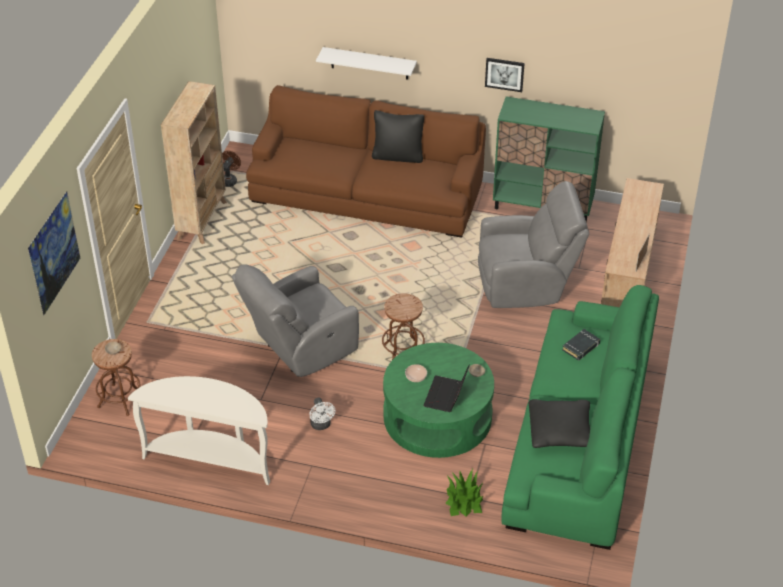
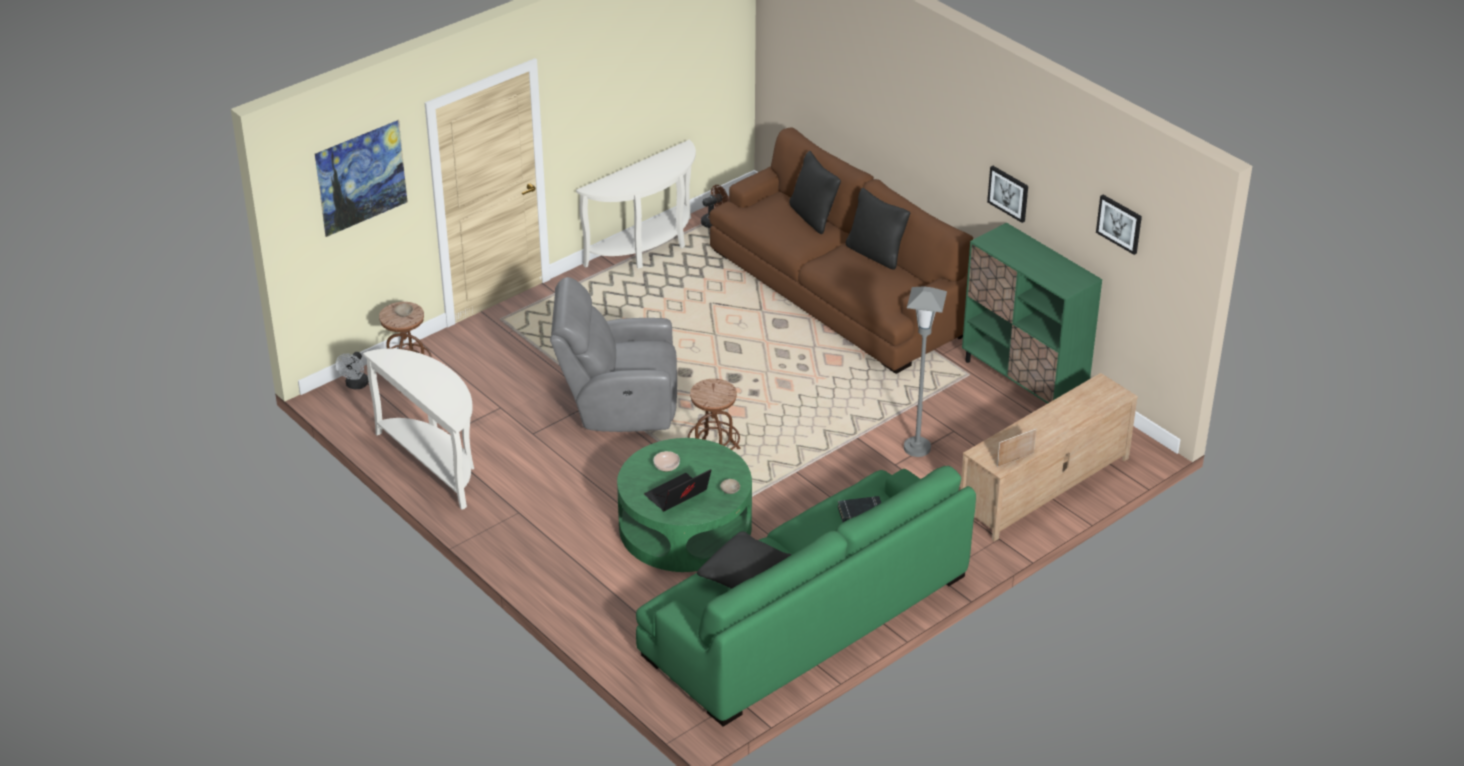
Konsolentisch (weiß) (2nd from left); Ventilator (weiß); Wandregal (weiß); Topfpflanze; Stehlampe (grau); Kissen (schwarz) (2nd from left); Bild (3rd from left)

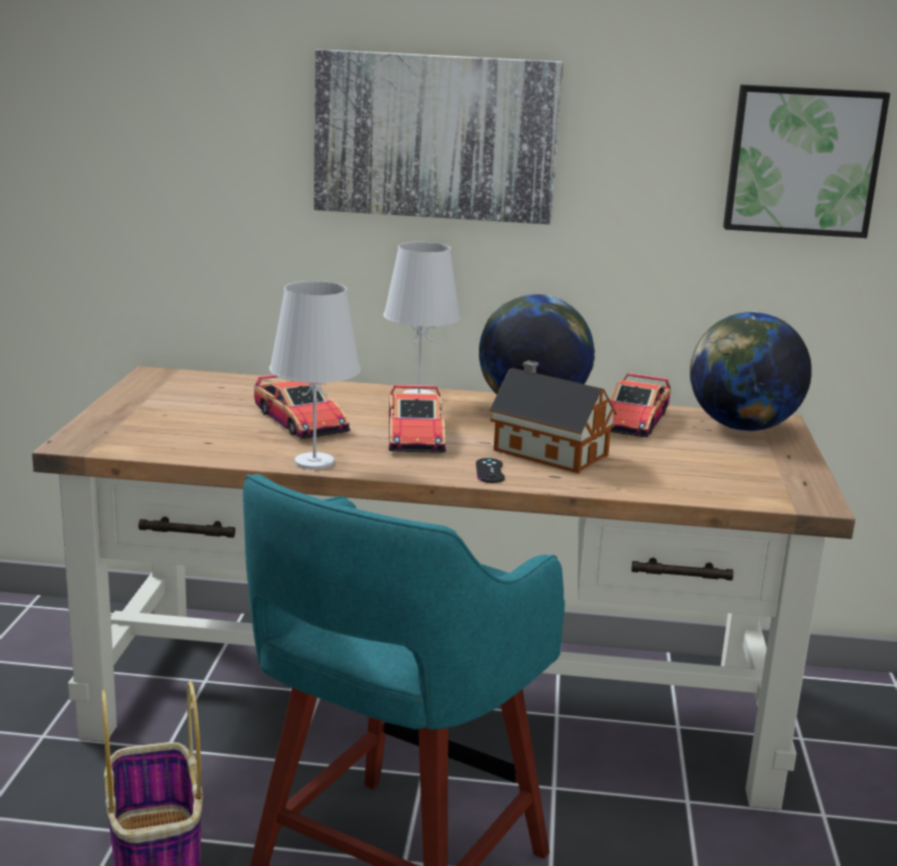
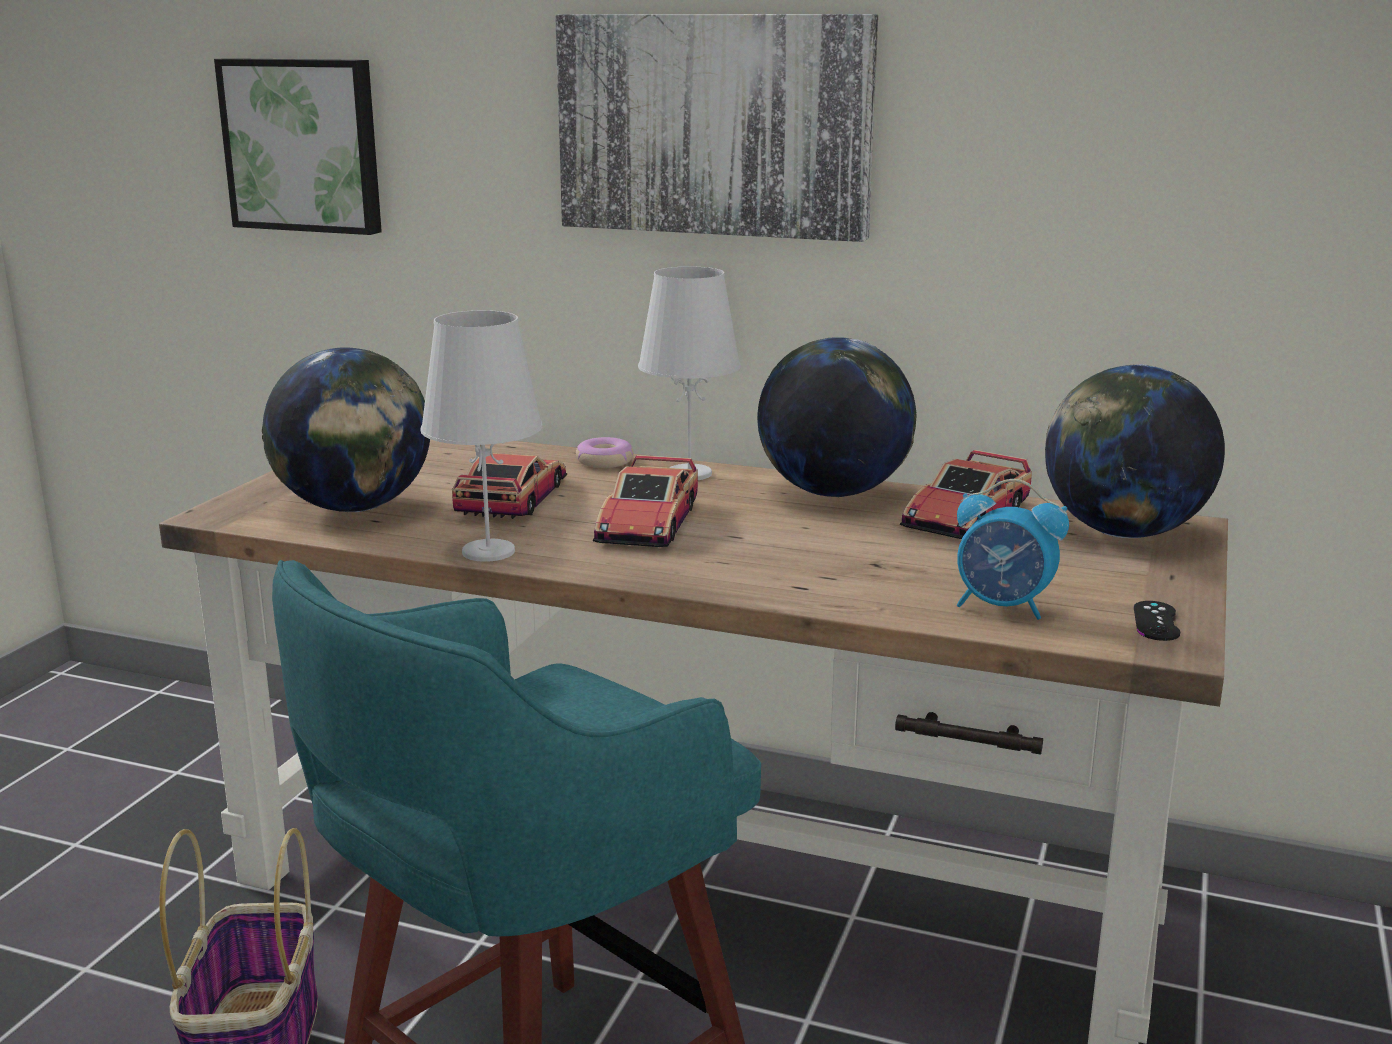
Spielzeugauto (1st from left); Gamepad (schwarz); Spielzeughaus; Bild (1st from left); Globus (1st from left); Donut; Wecker

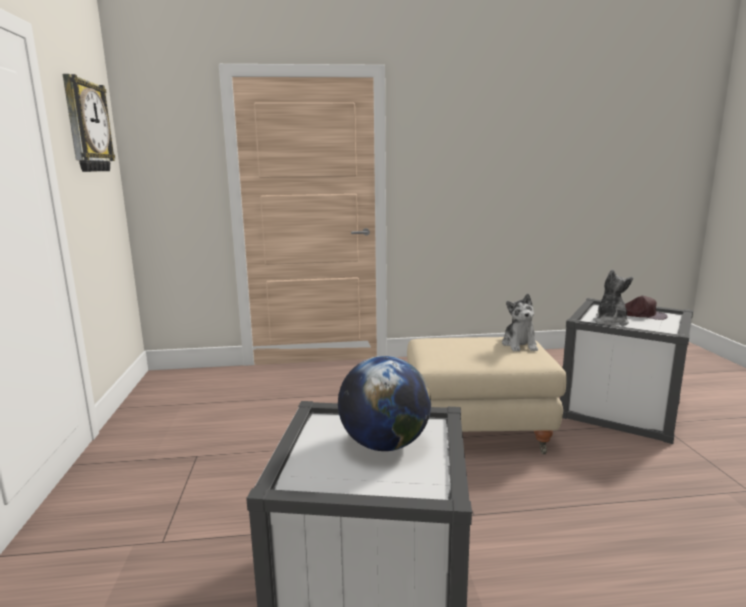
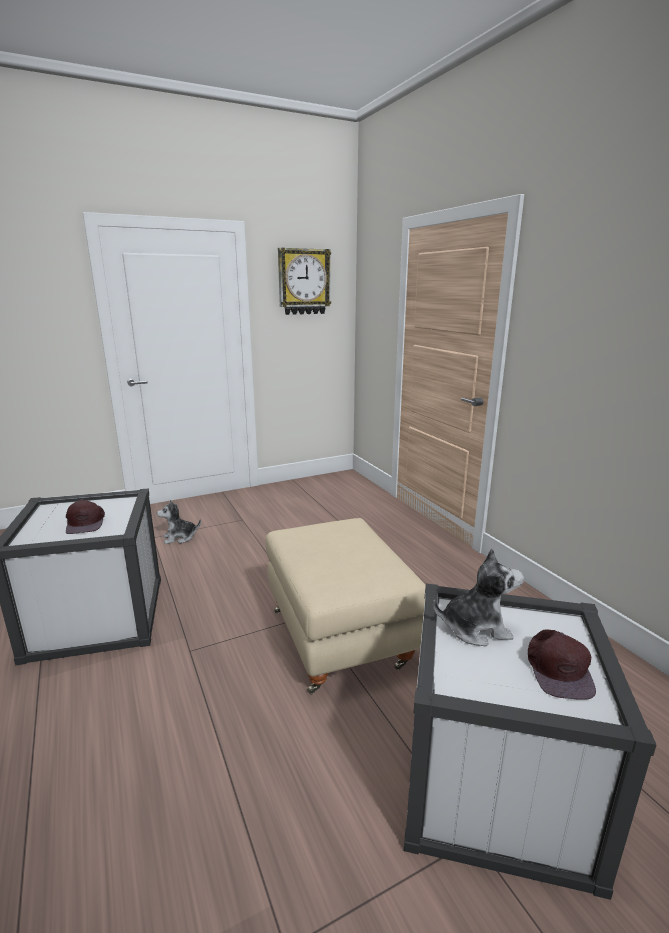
Kappe (braun) (1st from left); Plüschtier (1st from left)

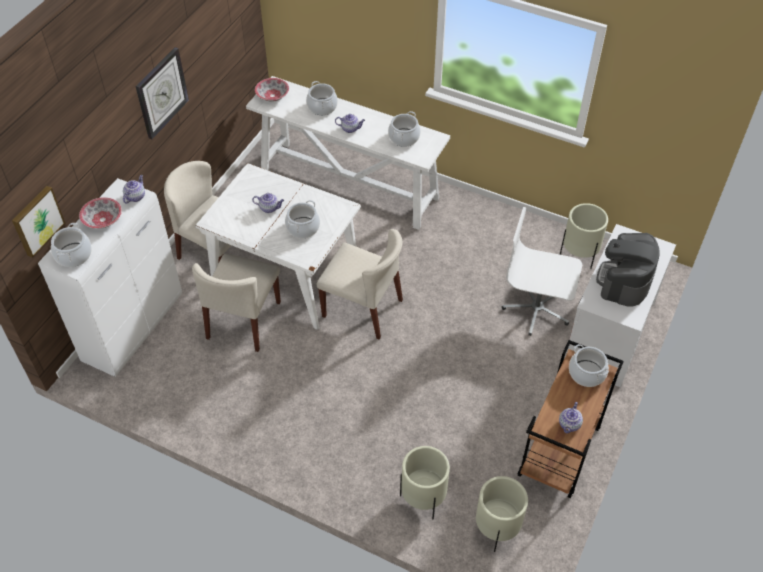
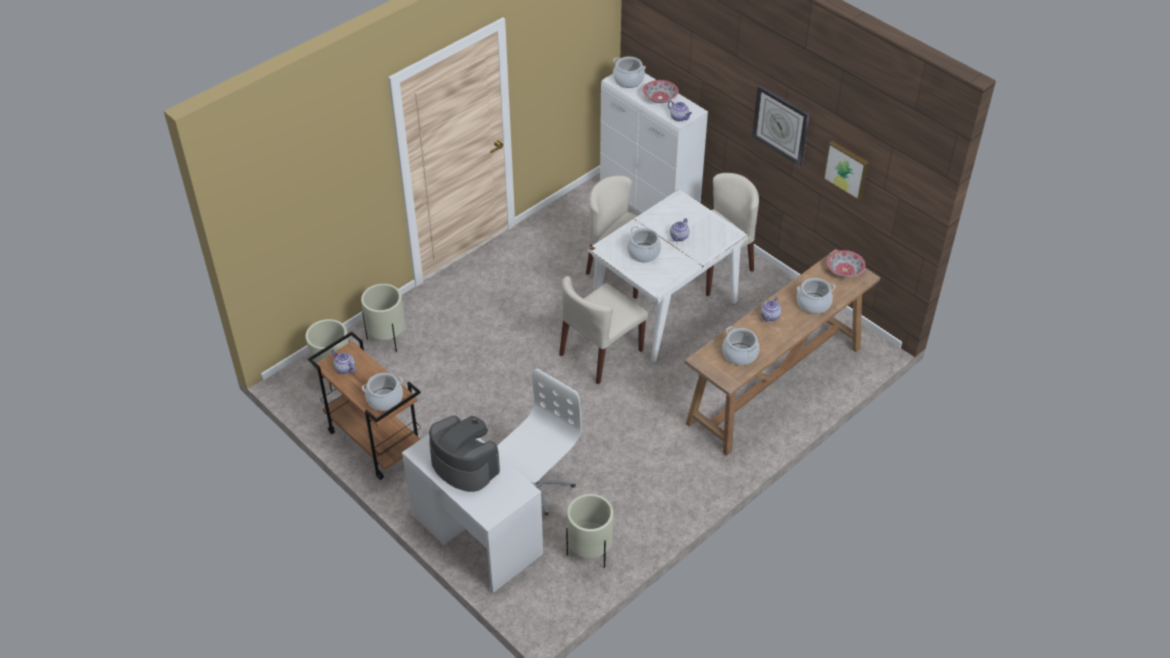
Bild; Konsolentisch (braun)

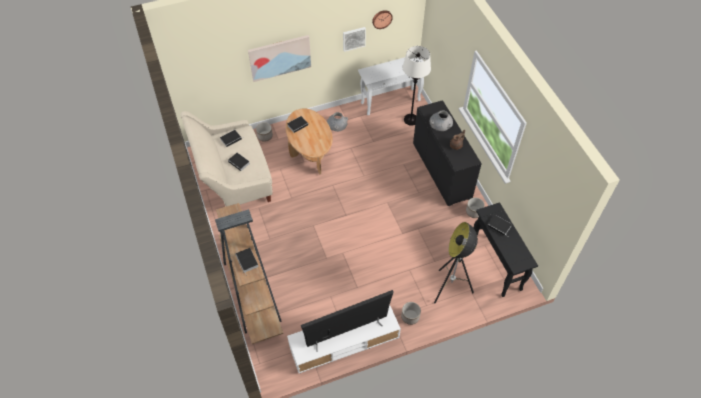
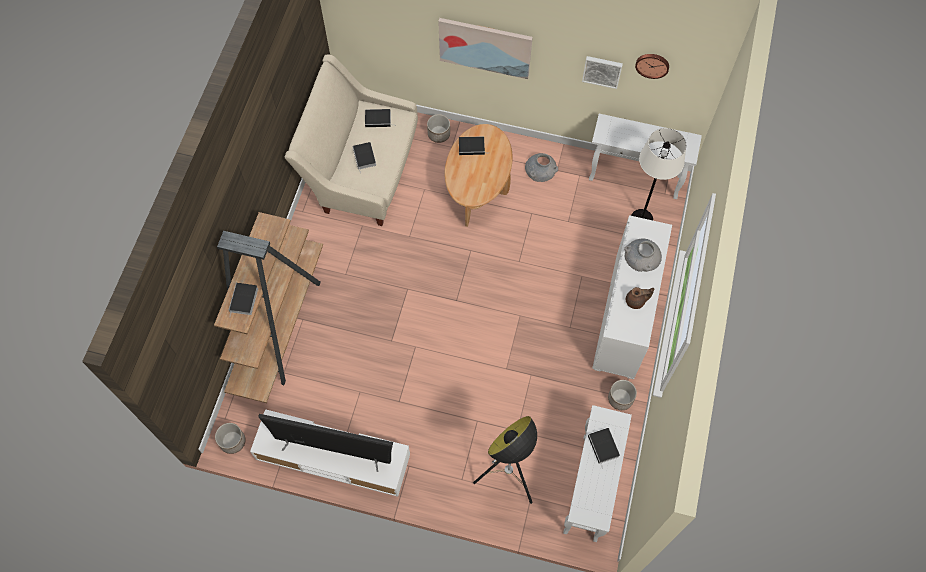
Pflanzkübel (1st from left); Schrank (weiß); Konsolentisch (weiß) (1st from left)

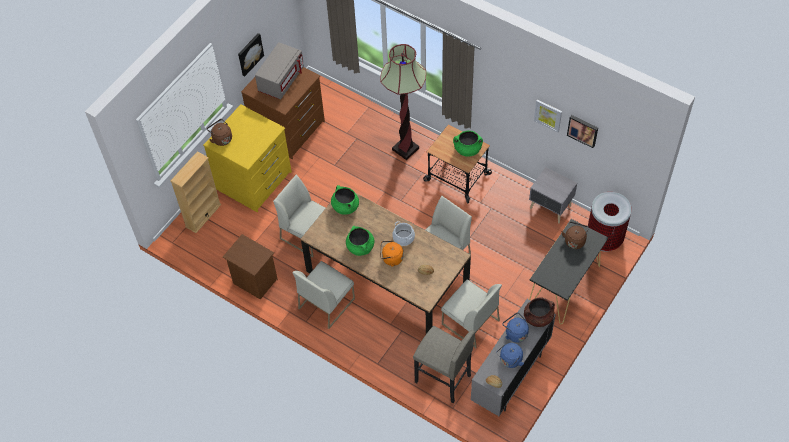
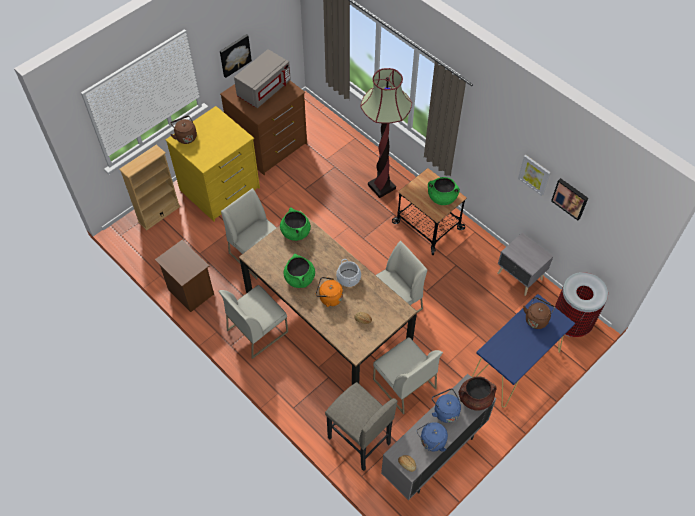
Konsolentisch (blau)

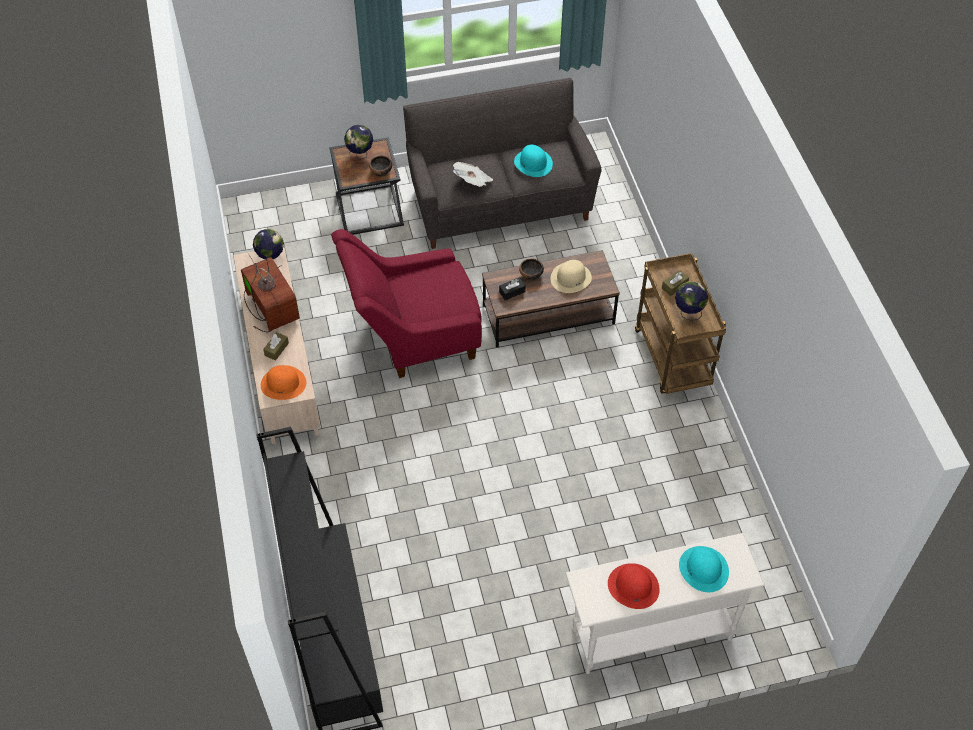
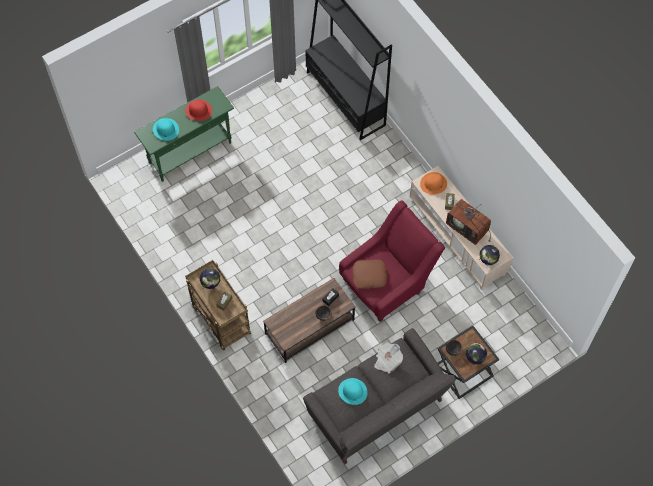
Hut (beige); Konsolentisch (grün); Kissen (braun)

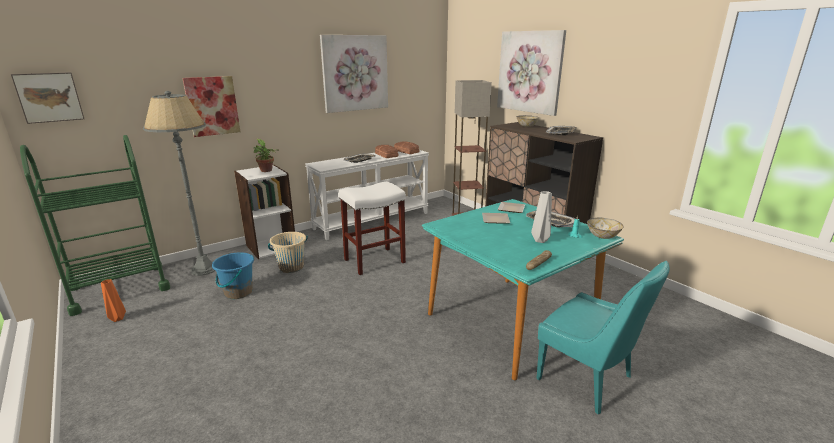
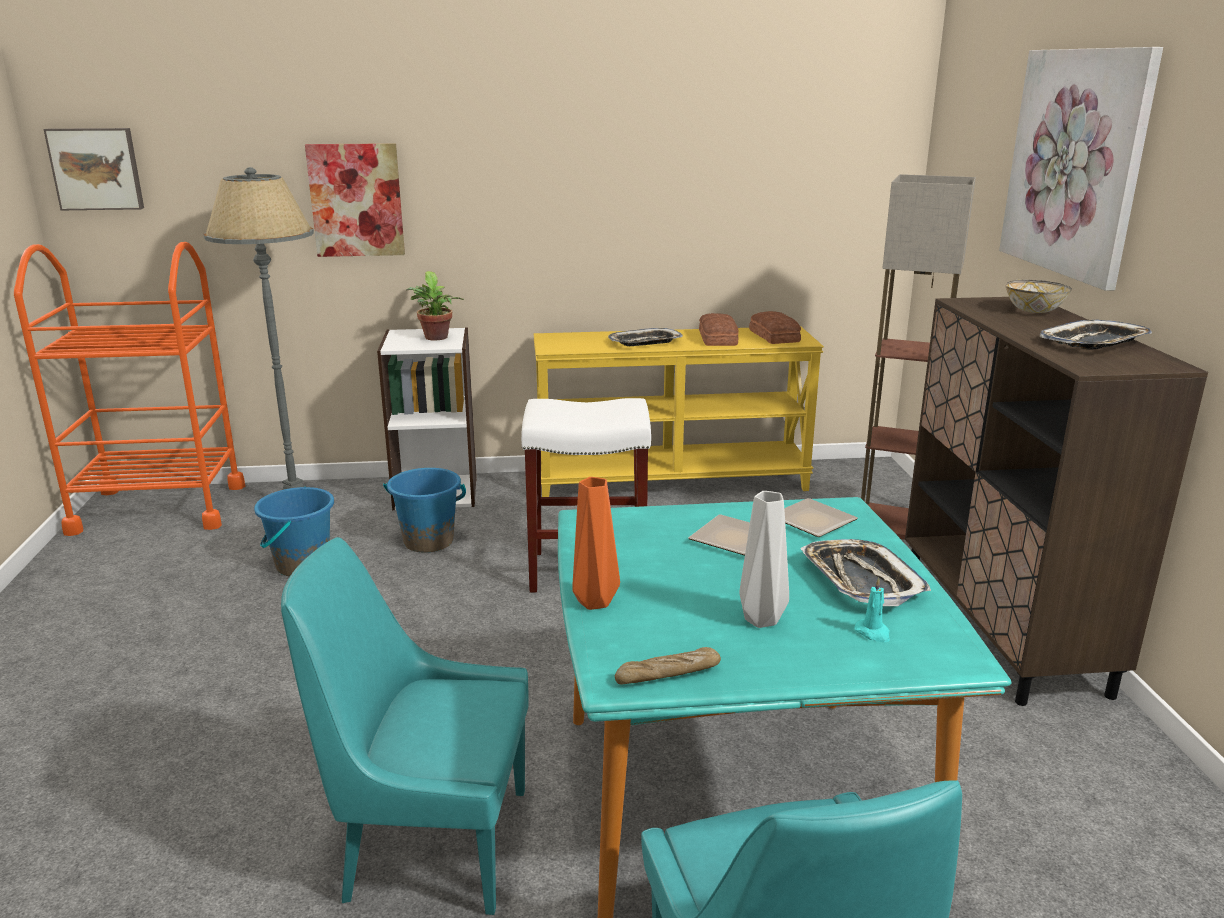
Rollwagen (orange); Vase (orange); Eimer (blau) (2nd from left); Konsolentisch (gelb); Bild (3rd from left in the first image); Schüssel (2nd from left in the first image); Stuhl (türkis) (1st from left)

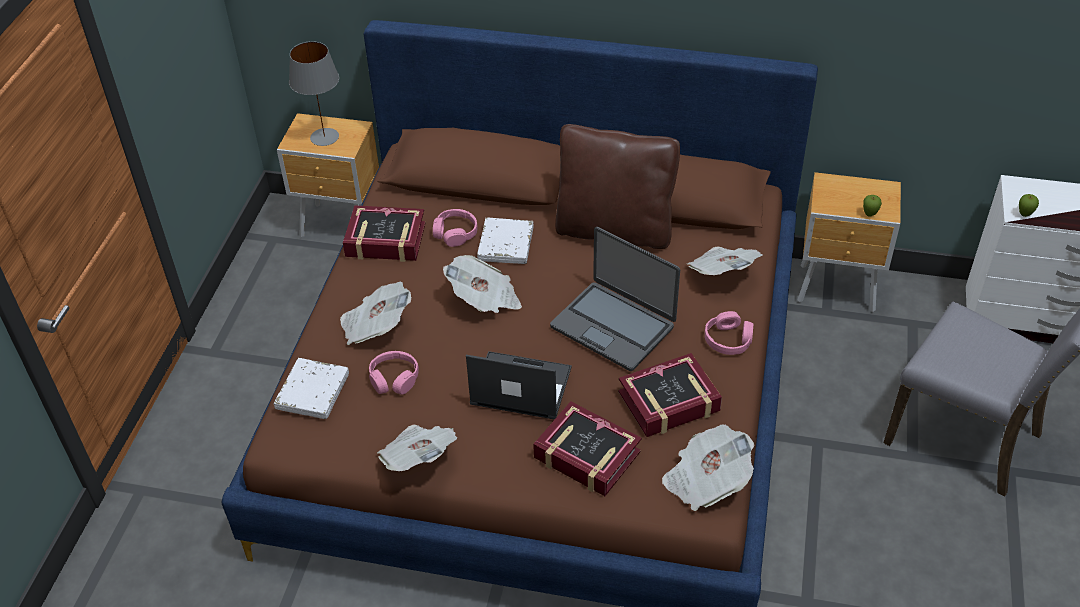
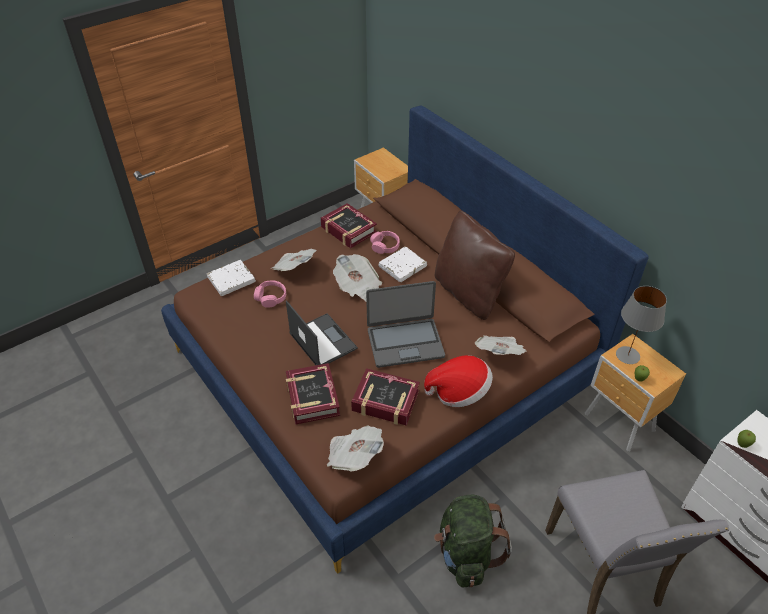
Tischlampe (grau); Zeitung (2nd from left in the first image); Laptop (2nd from left); Hut; Rucksack (grün)

